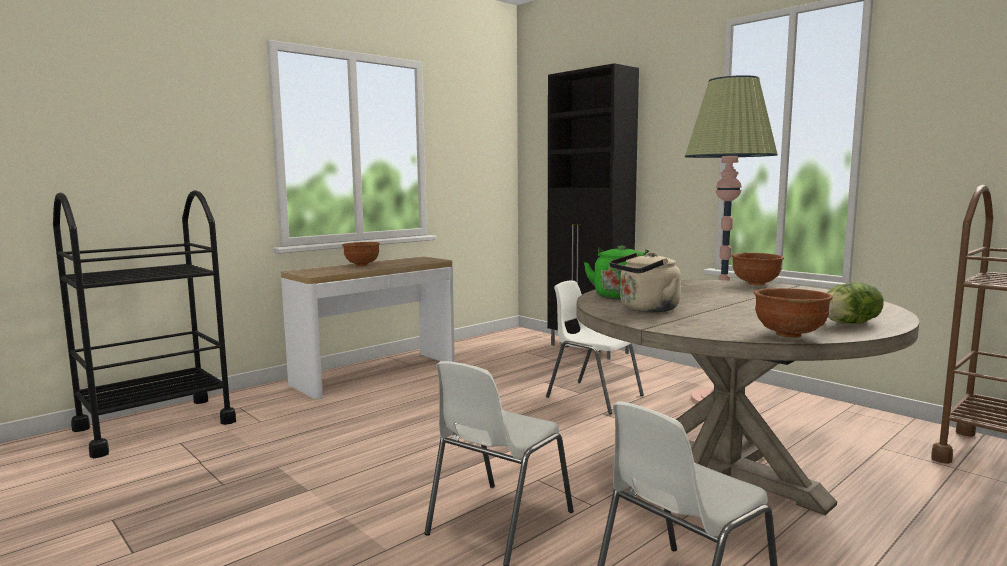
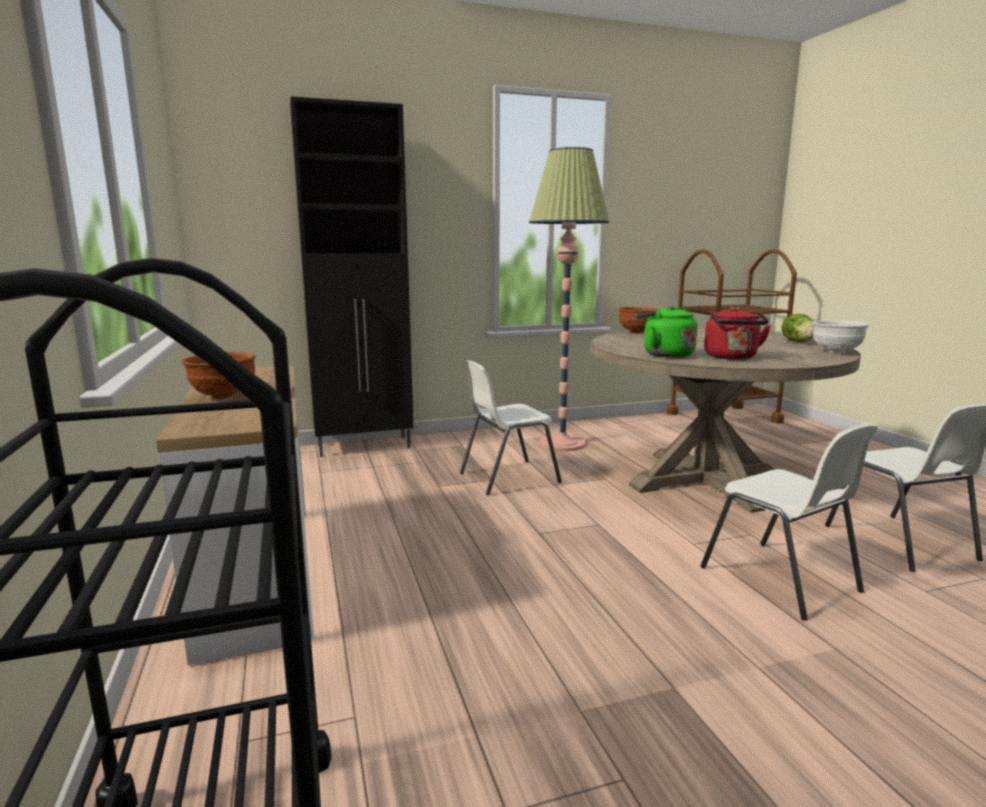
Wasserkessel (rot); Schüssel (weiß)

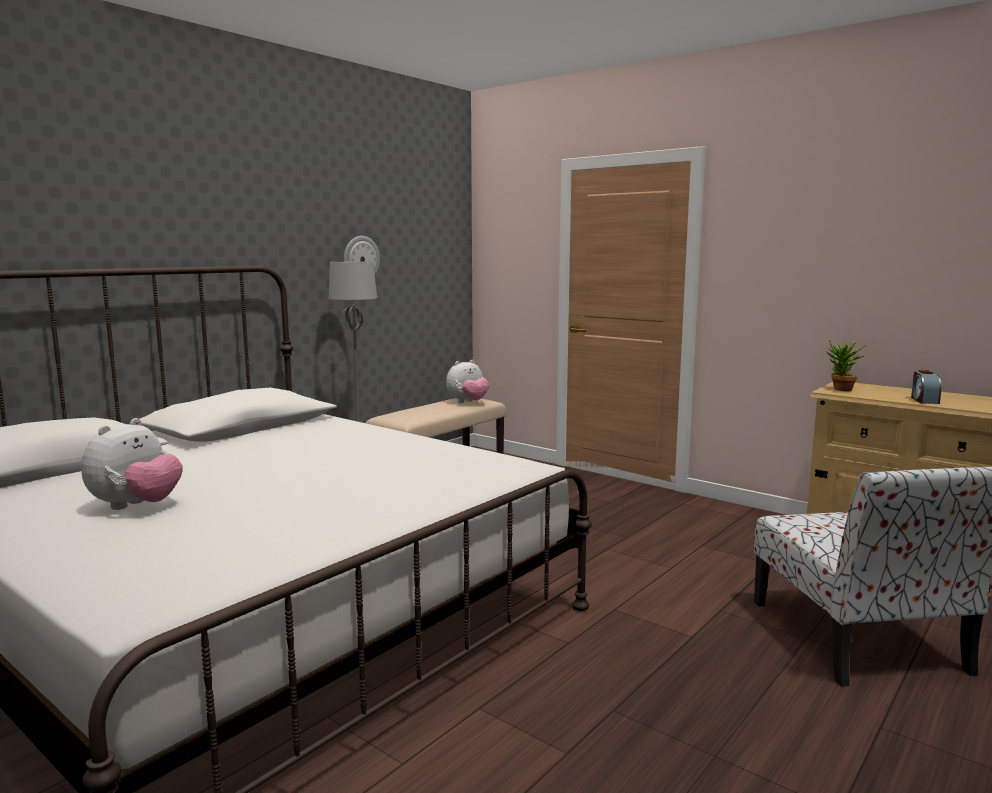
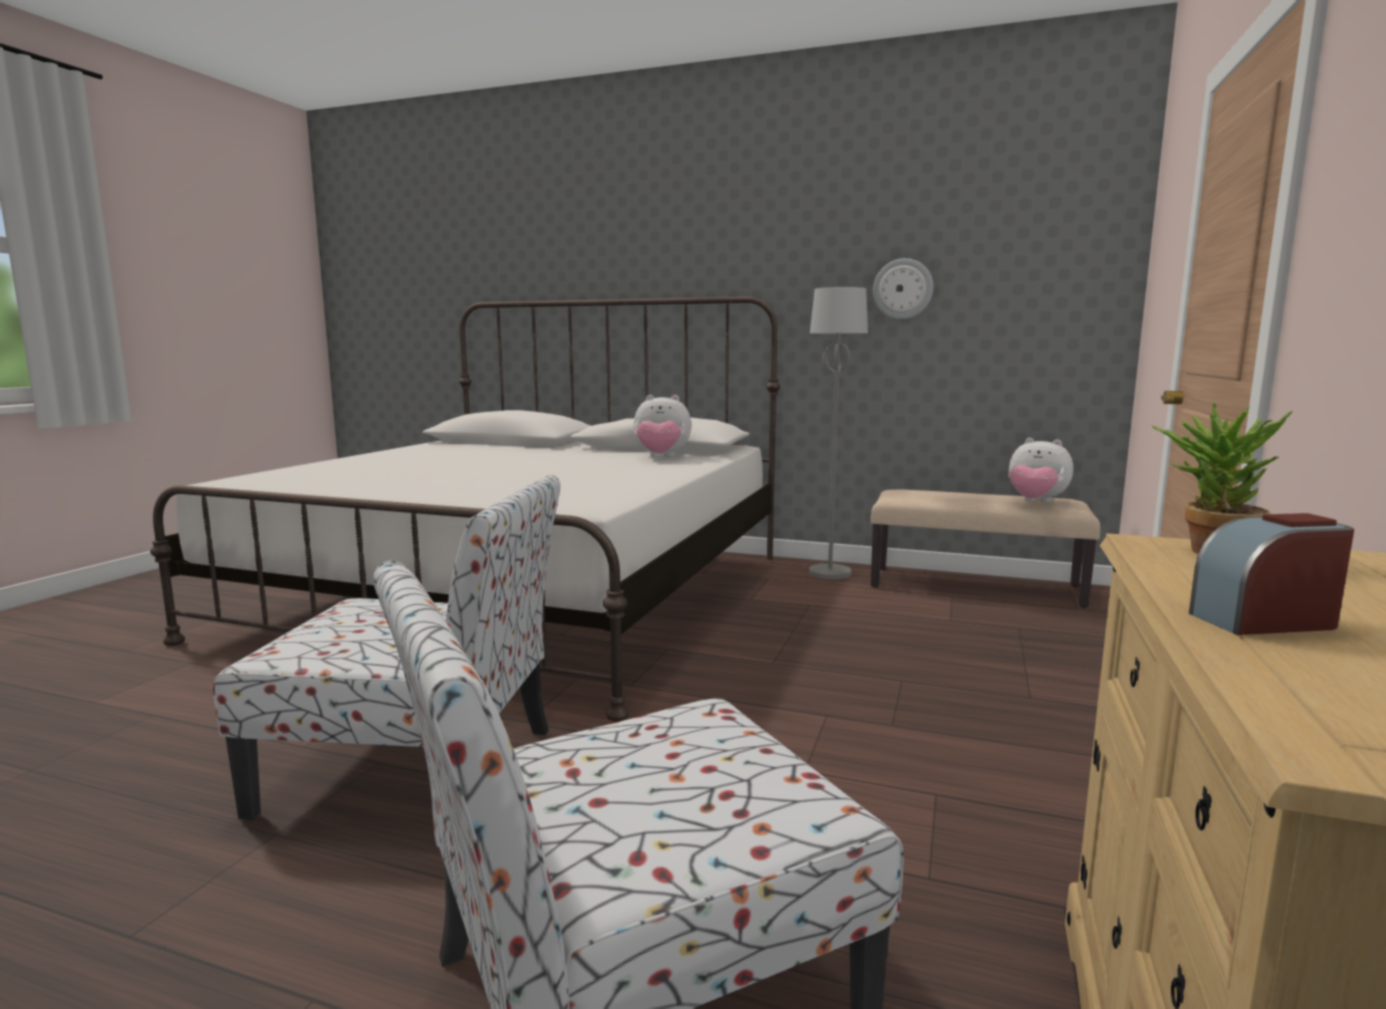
Plüschtier (1st from left); Stuhl (1st from left)

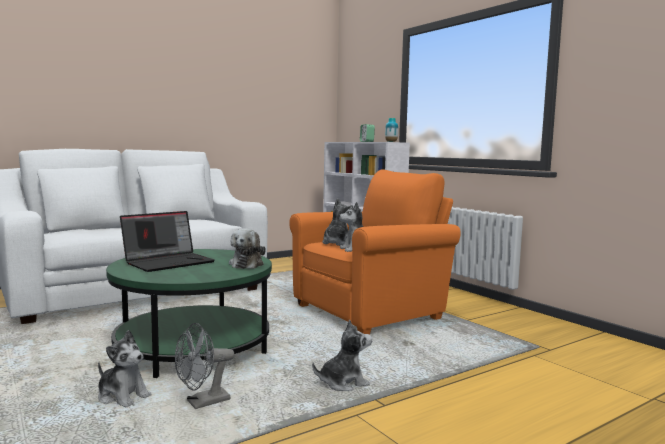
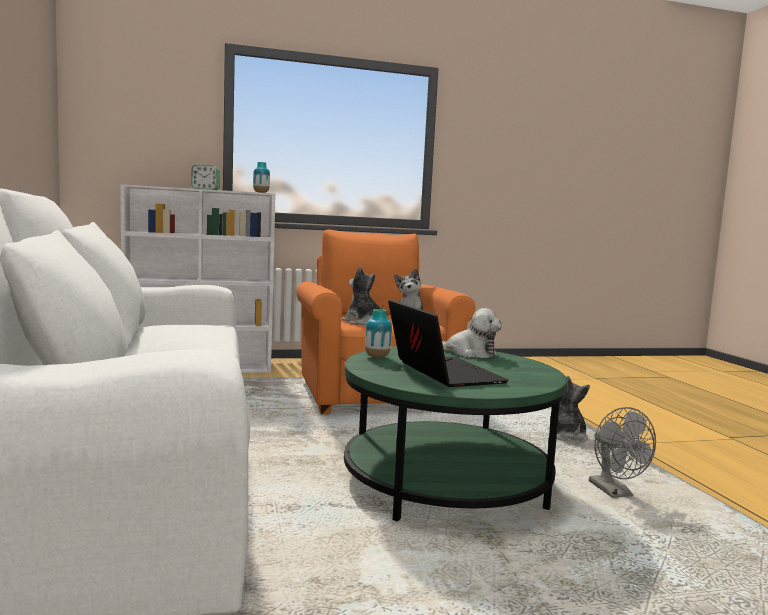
Plüschtier (1st from left in the first image); Vase (2nd from left)

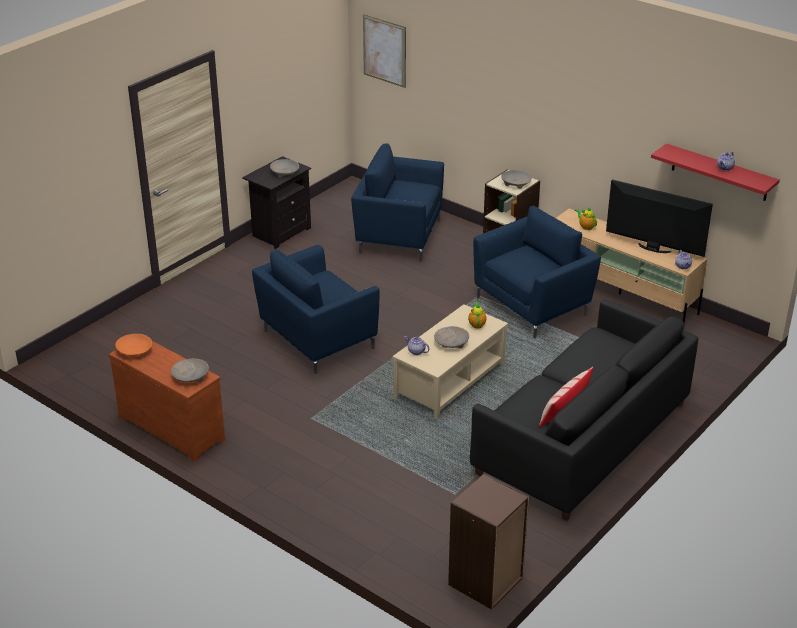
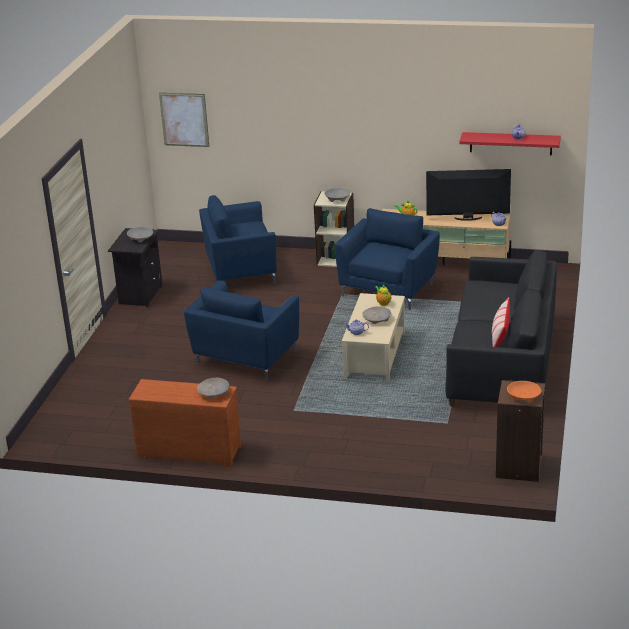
Schüssel (orange)

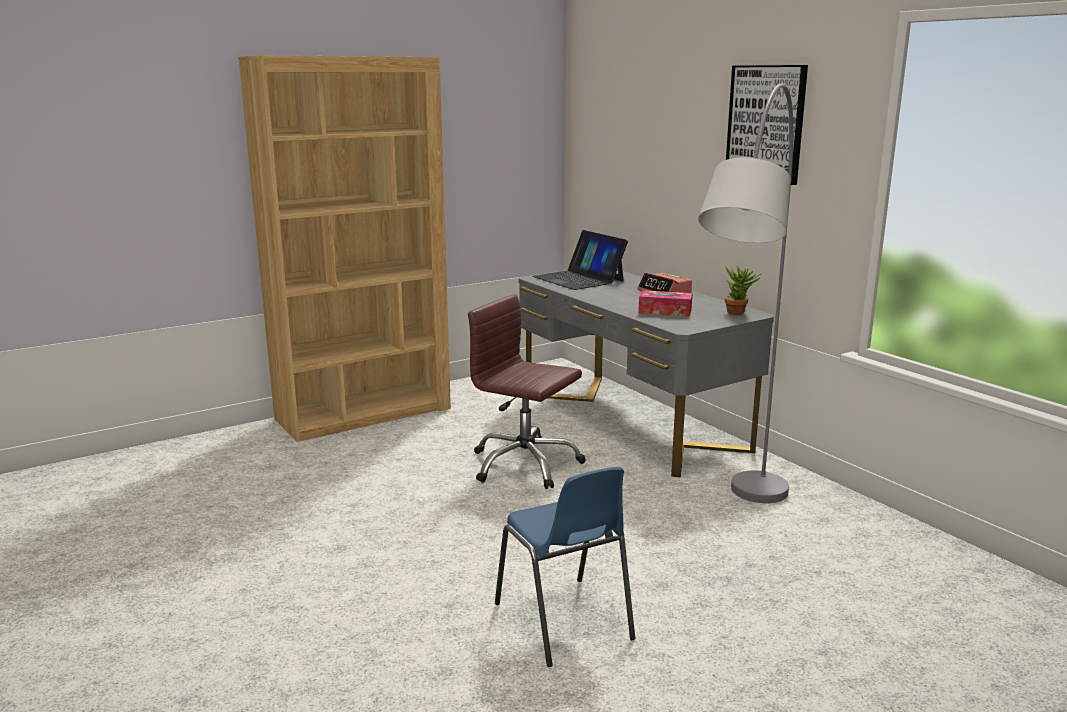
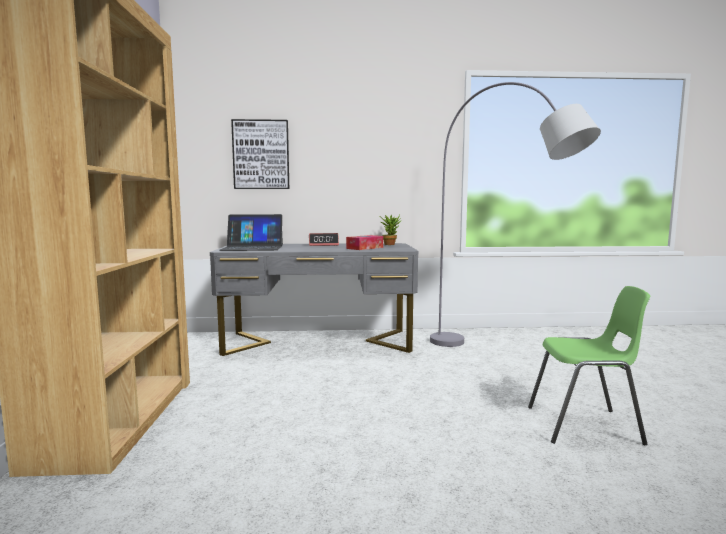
Bürostuhl (braun); Stuhl (grün); Bild

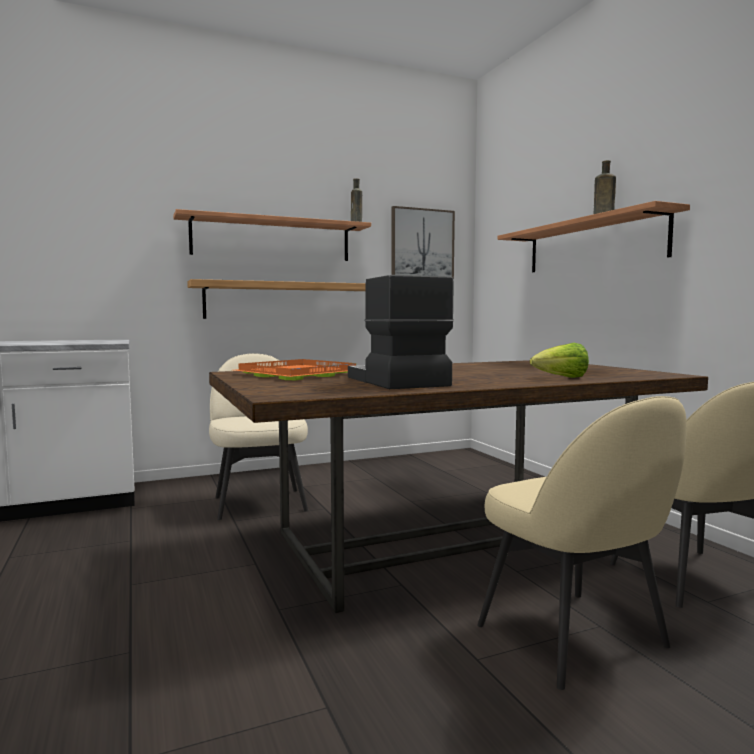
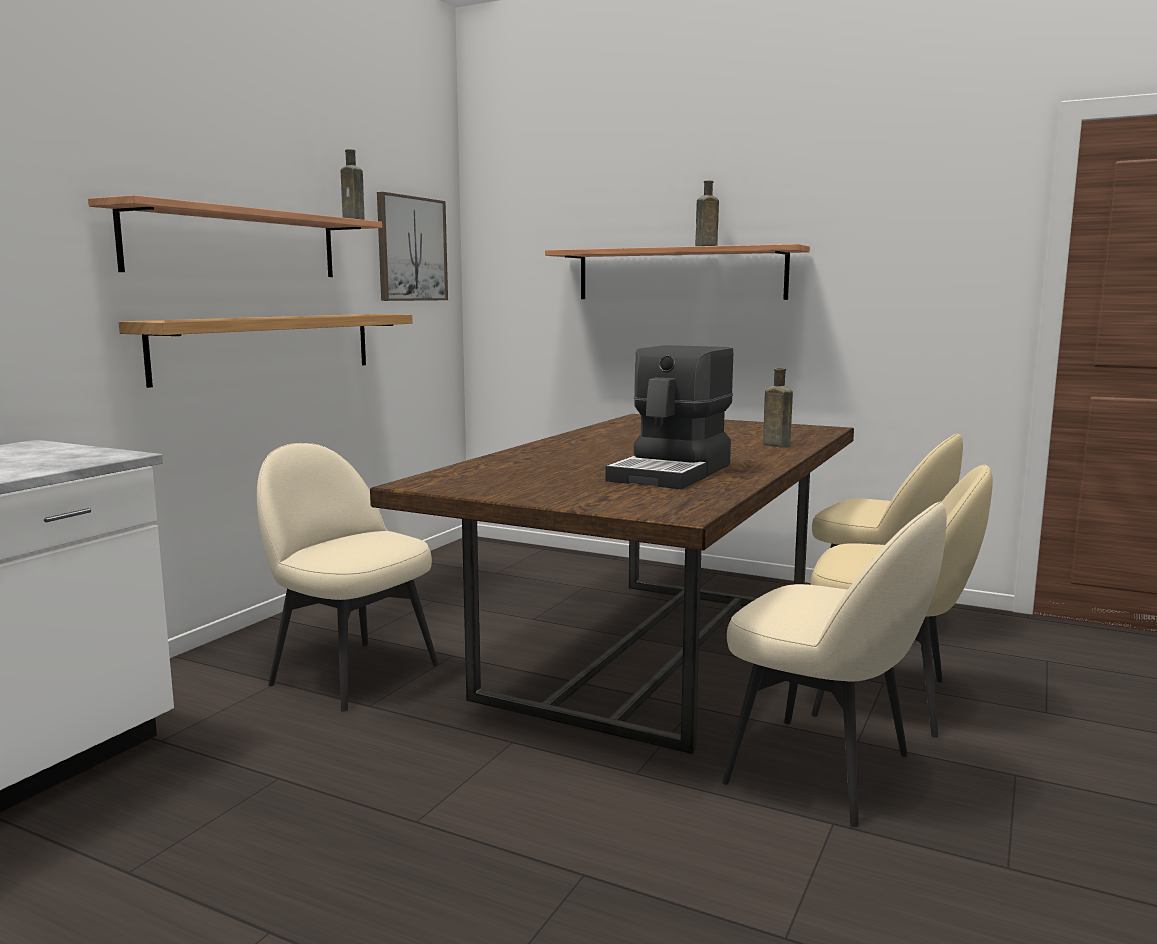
Tablett (orange); Kaffeemaschine; Flasche (braun) (3rd from left); Stuhl (beige) (2nd from left)

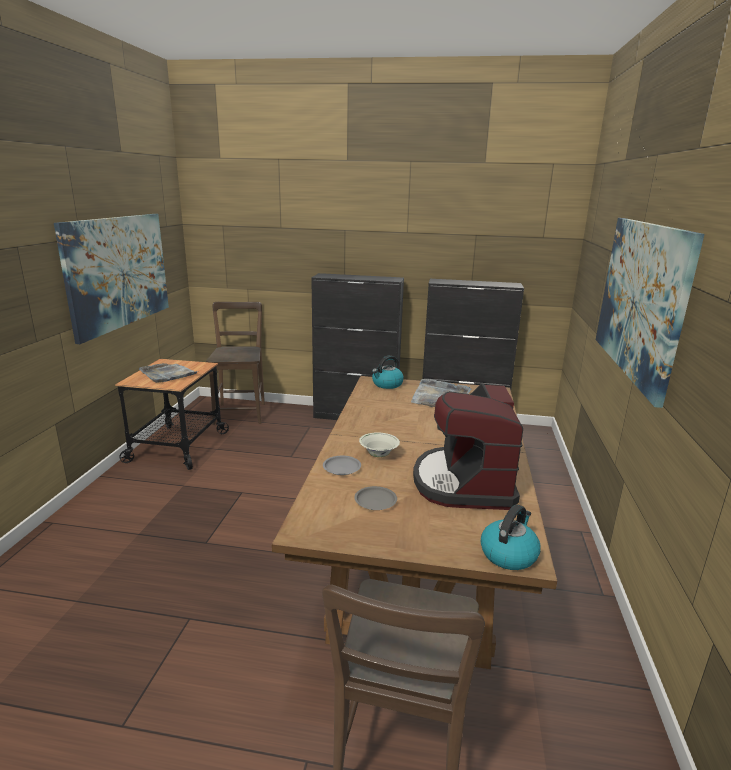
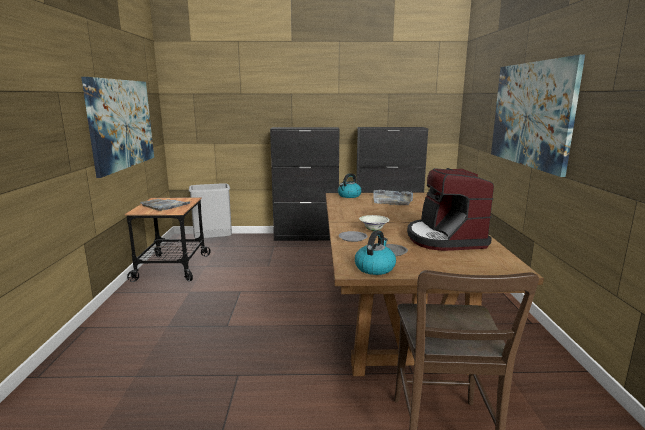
Mülleimer (grau); Wasserkessel (2nd from left)

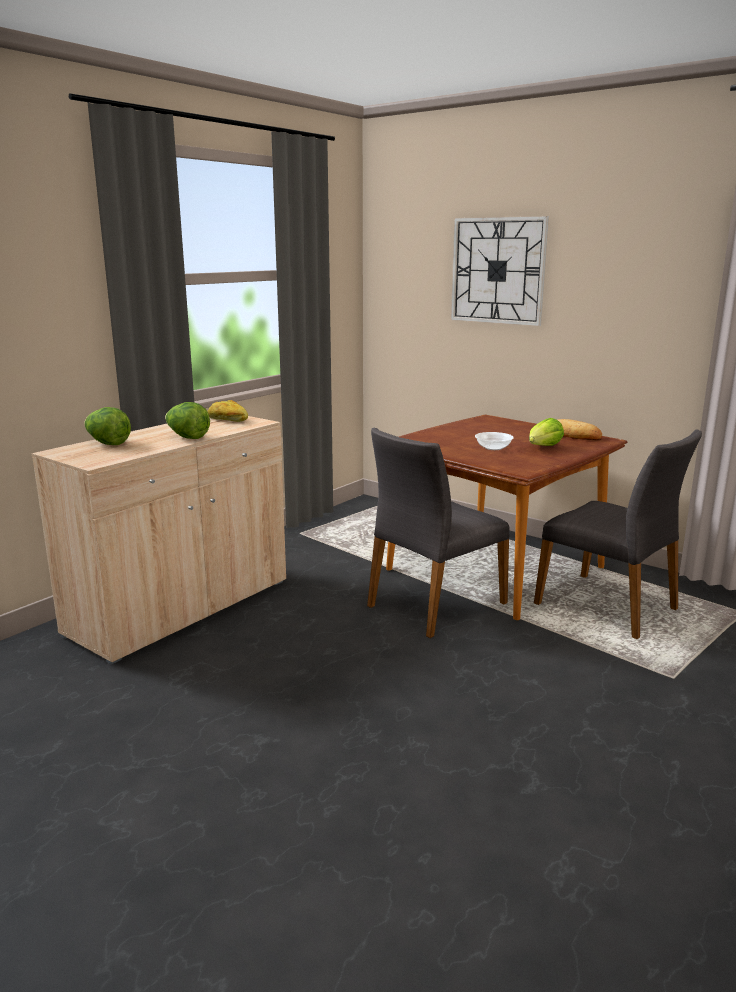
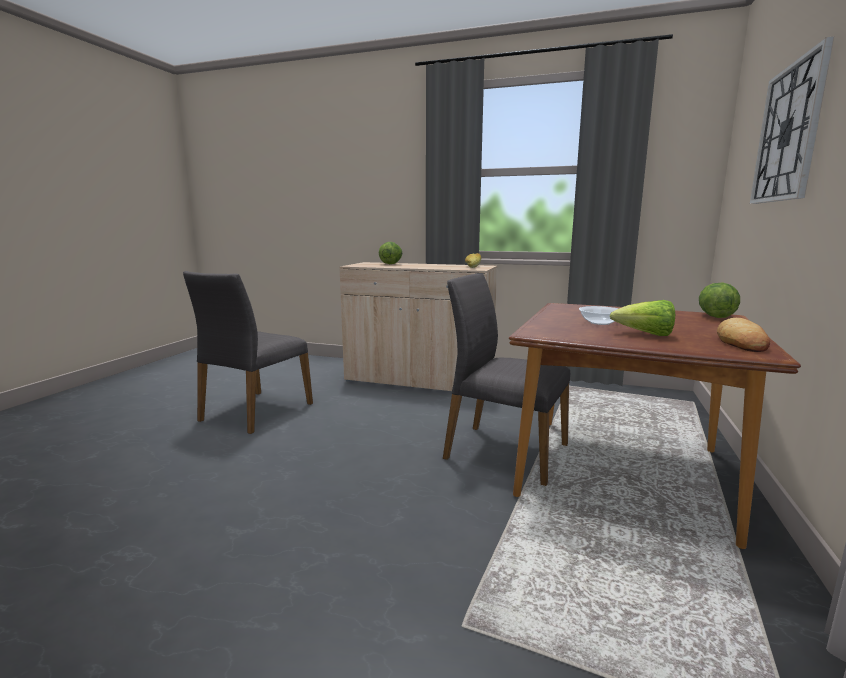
Salatkopf (3rd from left); Stuhl (grau) (1st from left)

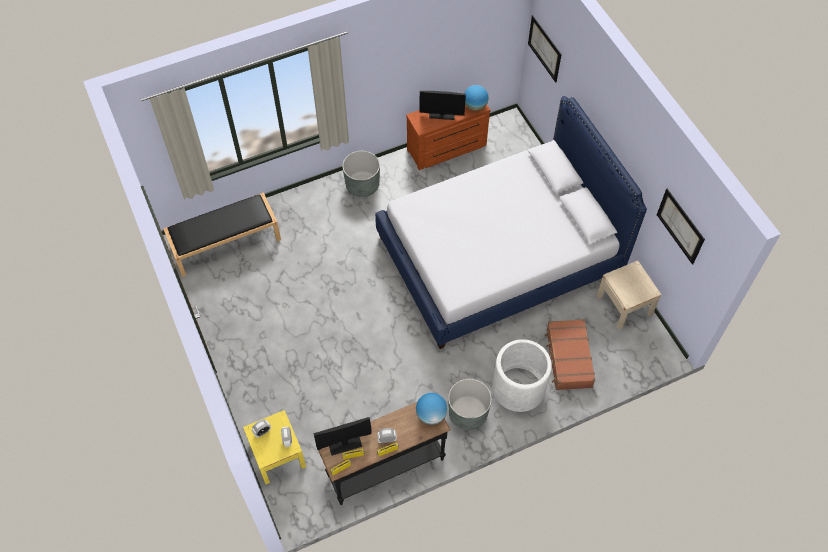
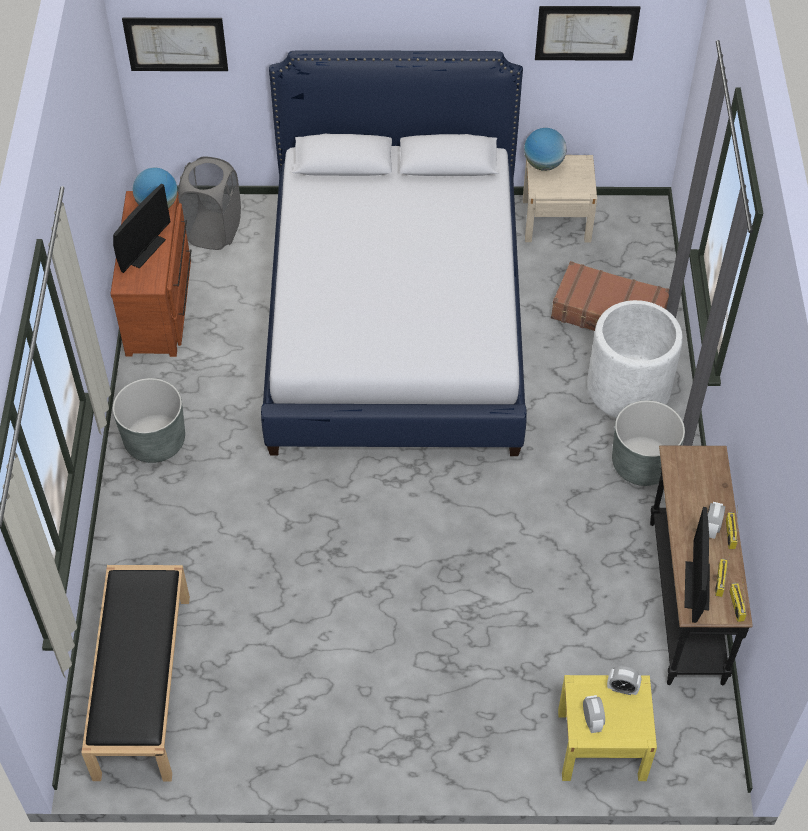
Globus (2nd from left); Wäschekorb (grau)

